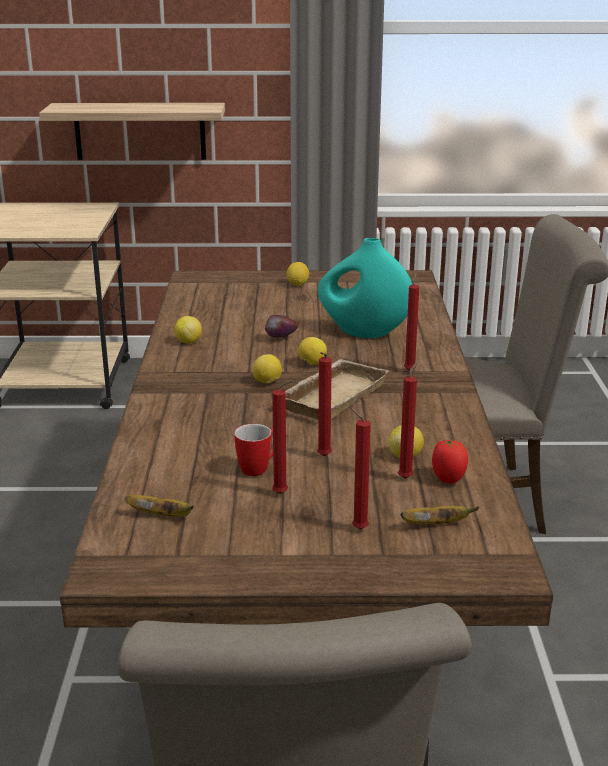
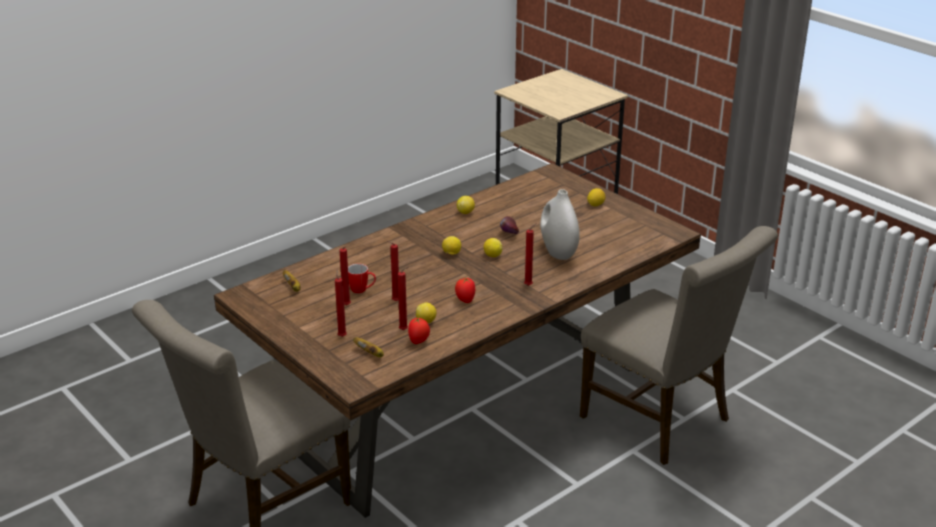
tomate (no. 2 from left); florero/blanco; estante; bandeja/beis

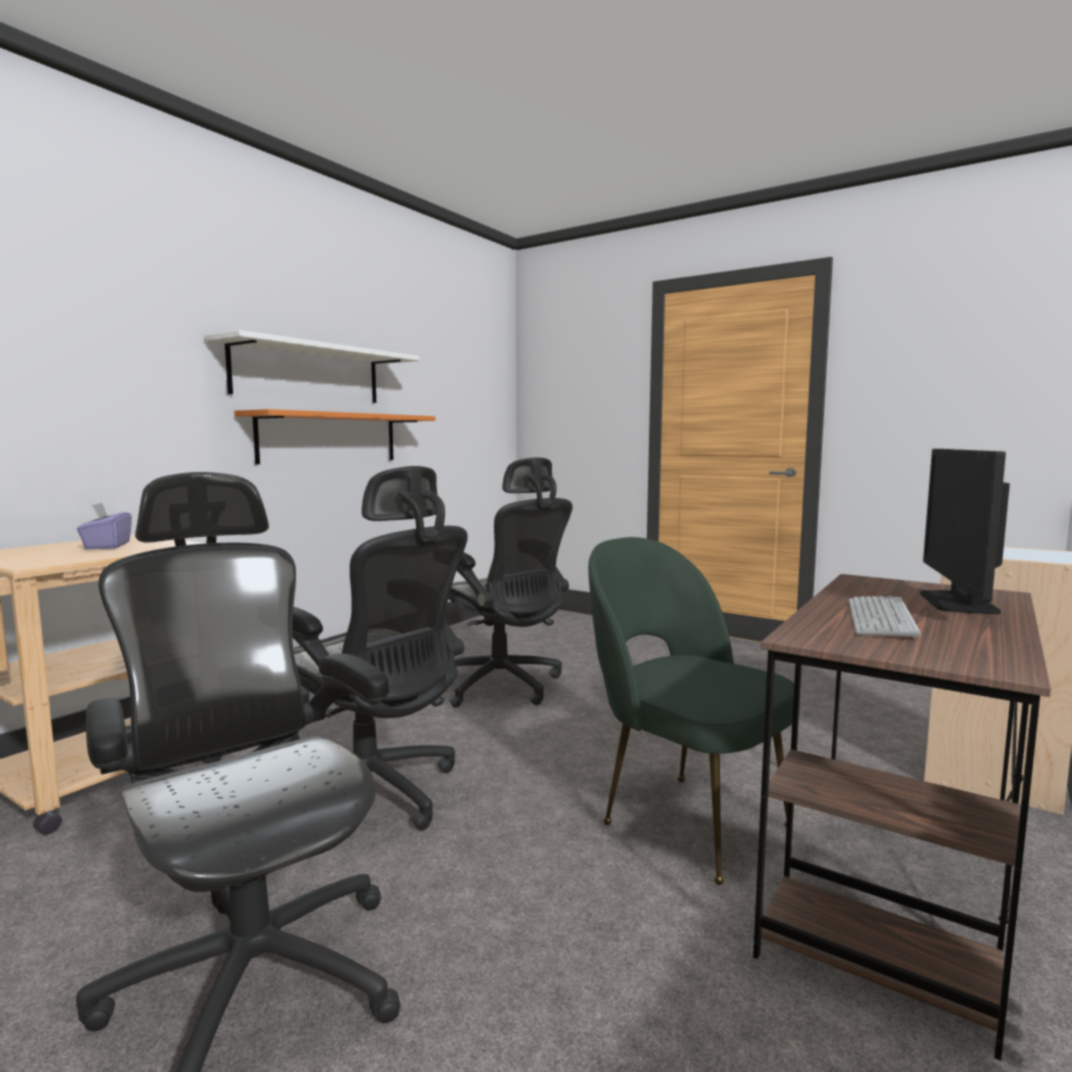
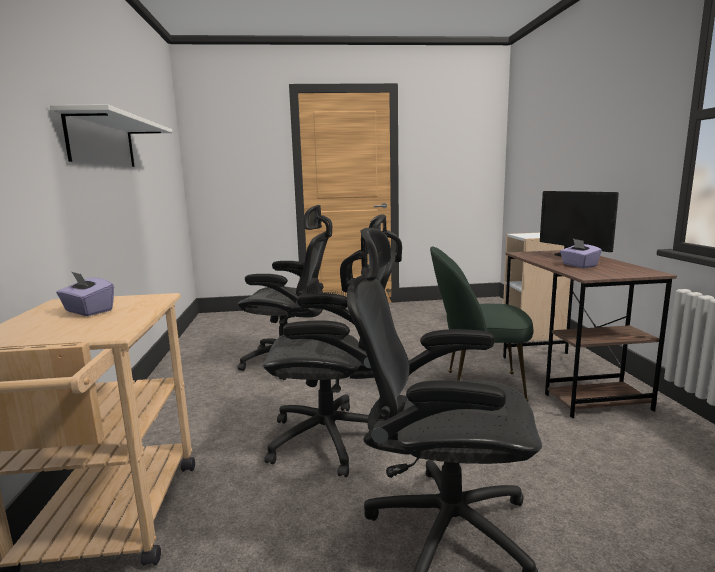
caja de pañuelos/morado (no. 2 from left); estante/naranja

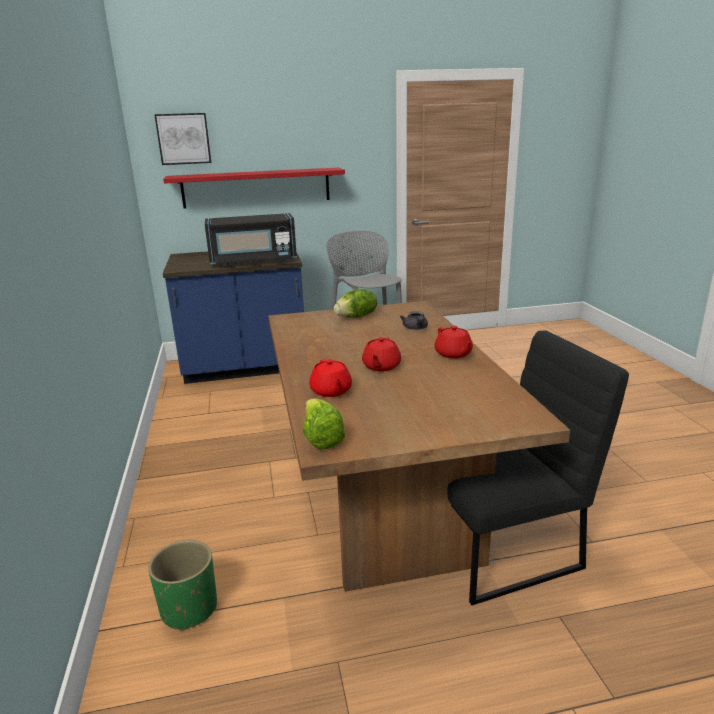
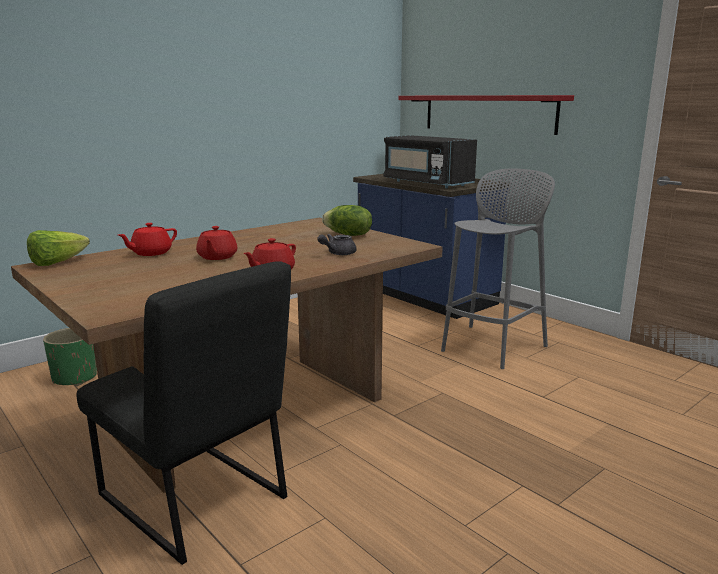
tetera/rojo (no. 2 from left); cuadro

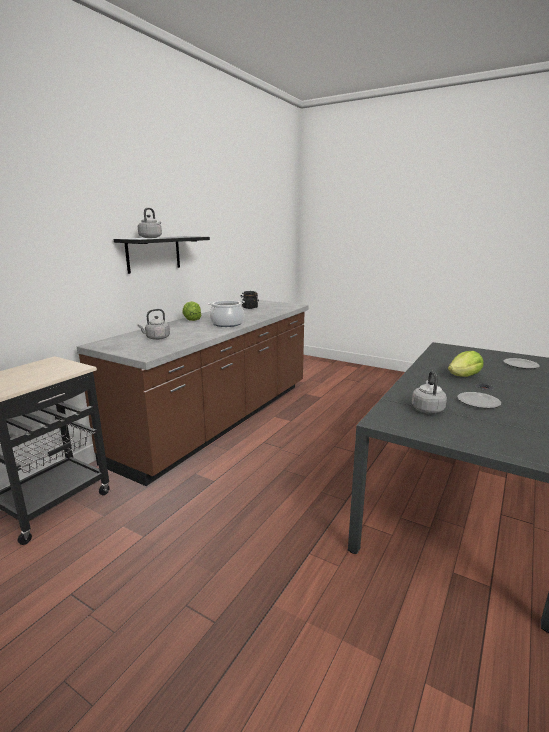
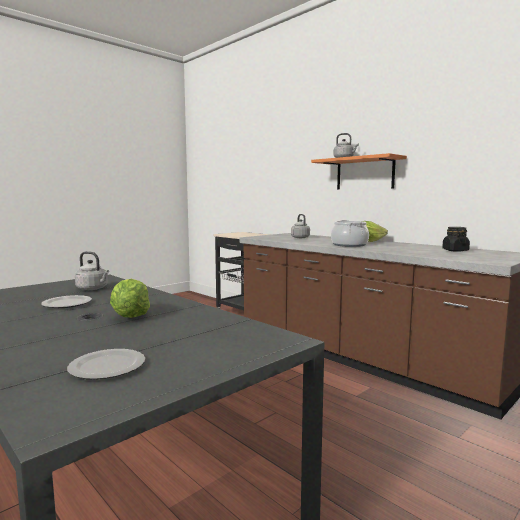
estante/naranja

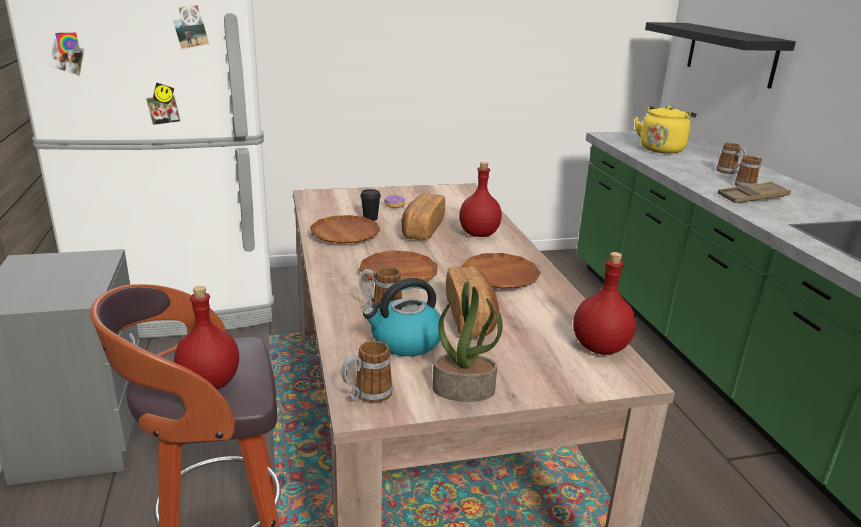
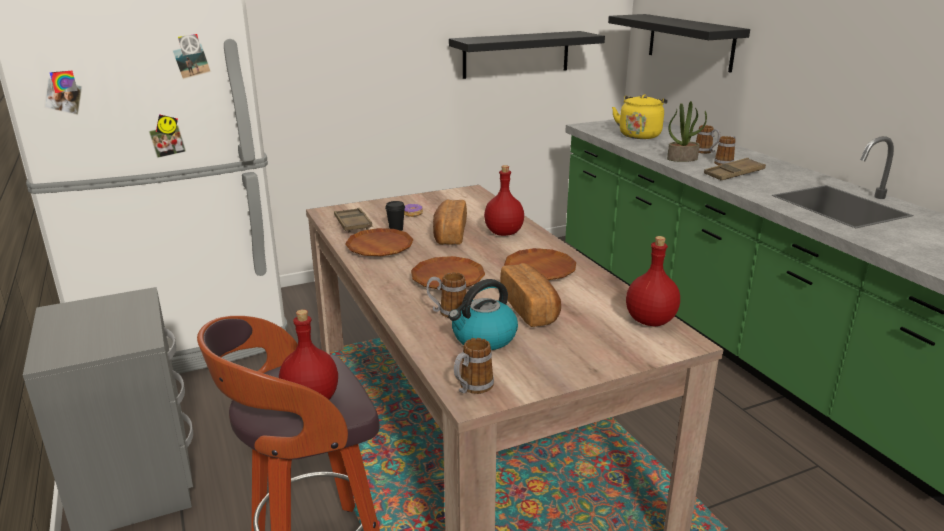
bandeja/marrón (no. 1 from left); estante/negro (no. 1 from left); planta en maceta

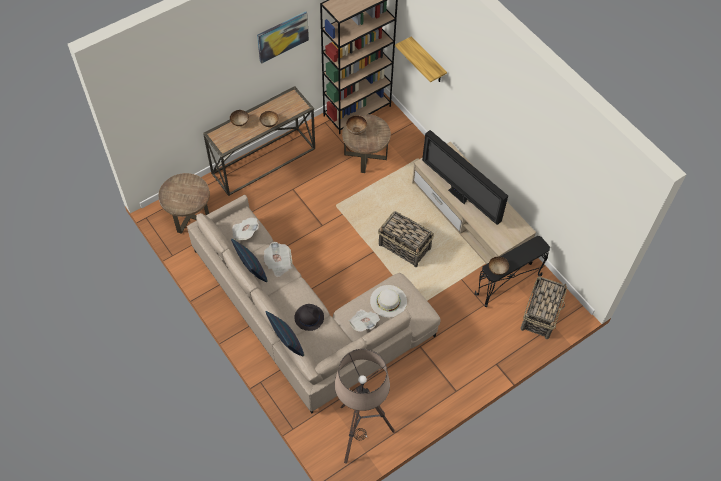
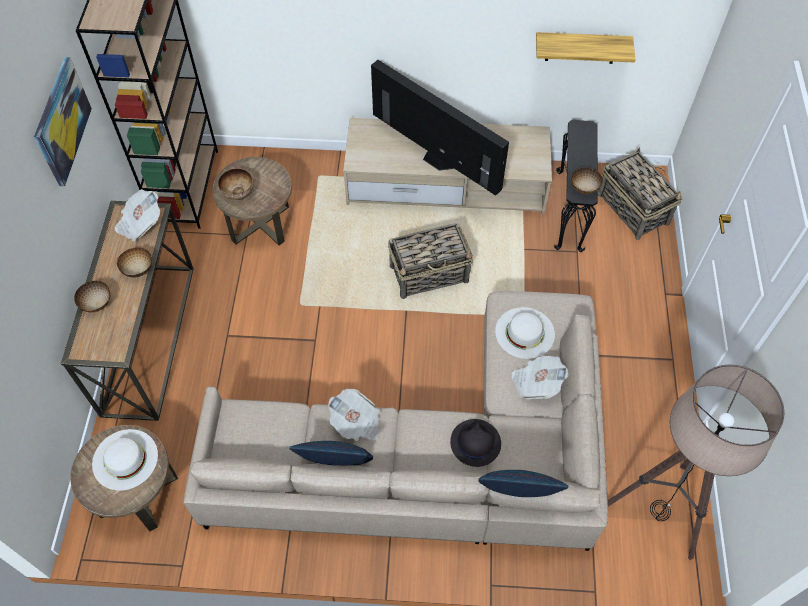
sombrero/blanco (no. 1 from left); periódico (no. 1 from left); televisor; estante

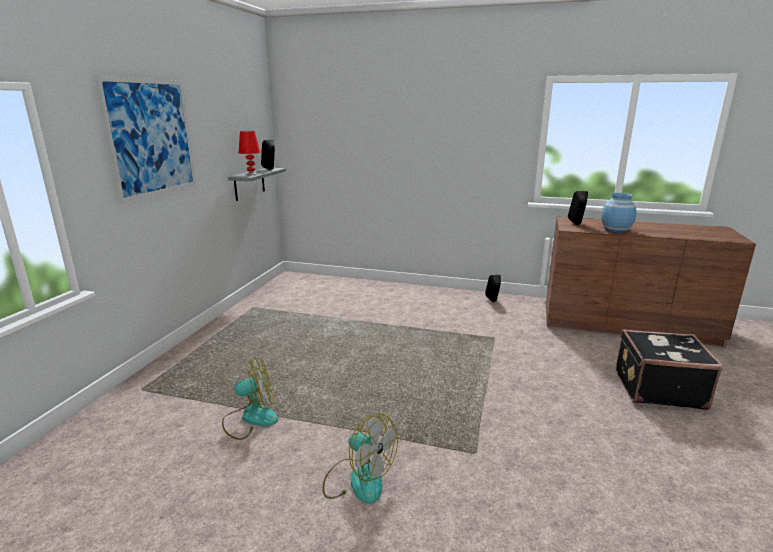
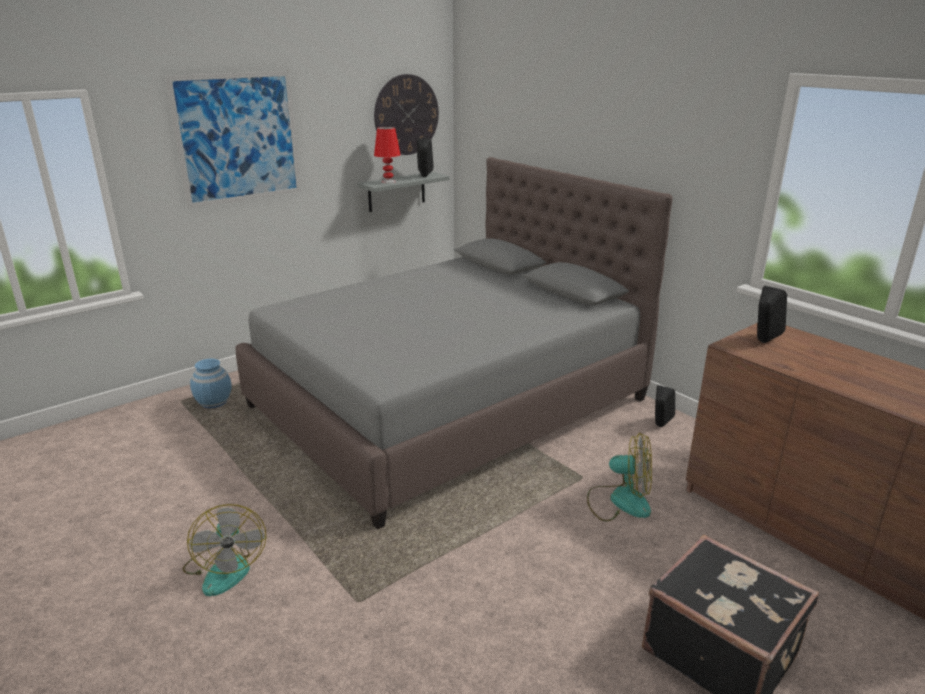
florero/azul; cama/gris; reloj de pared; ventilador (no. 2 from left)

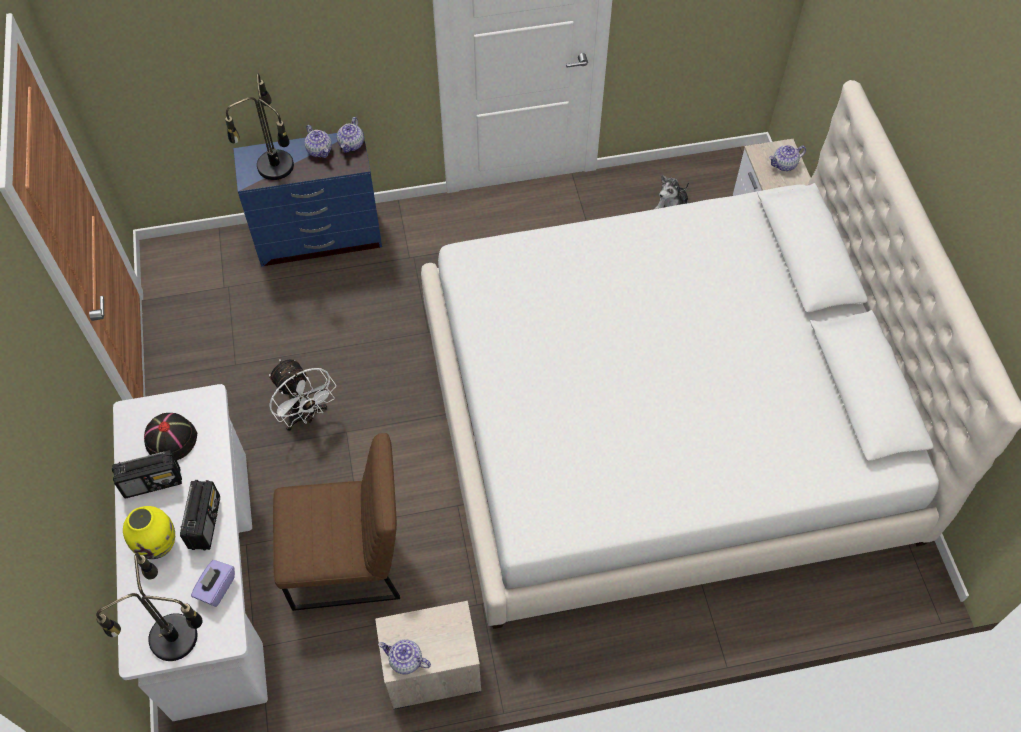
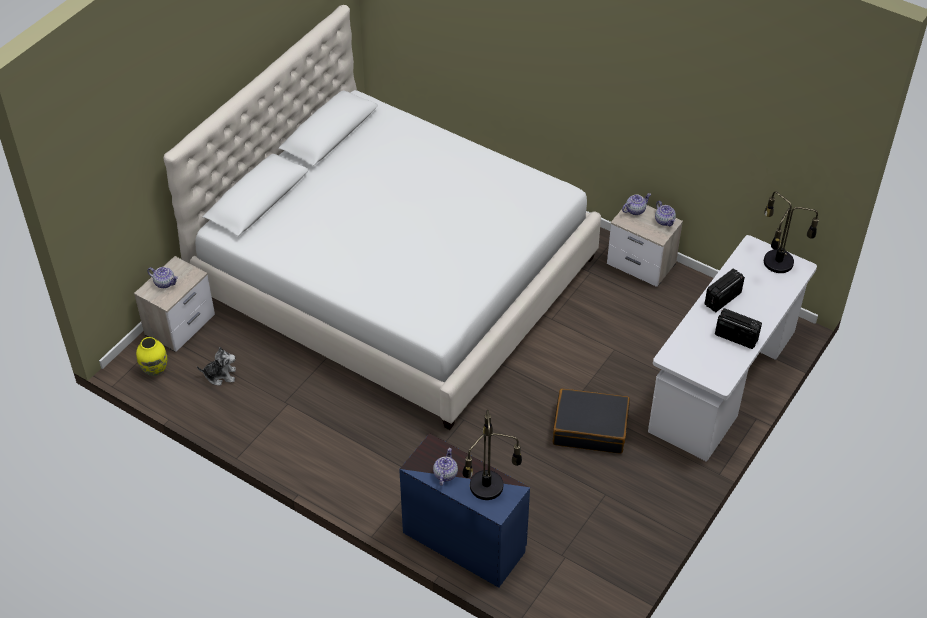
florero/amarillo; maleta/negro; tetera (no. 3 from left); sombrero/negro; caja de pañuelos/morado; silla/marrón

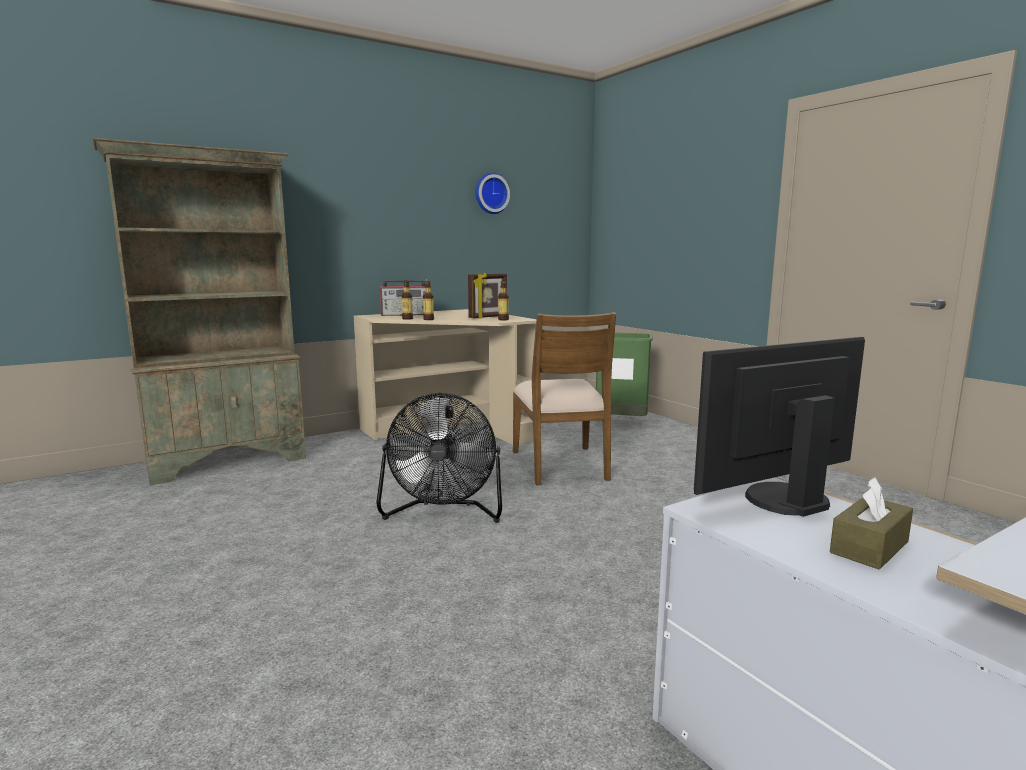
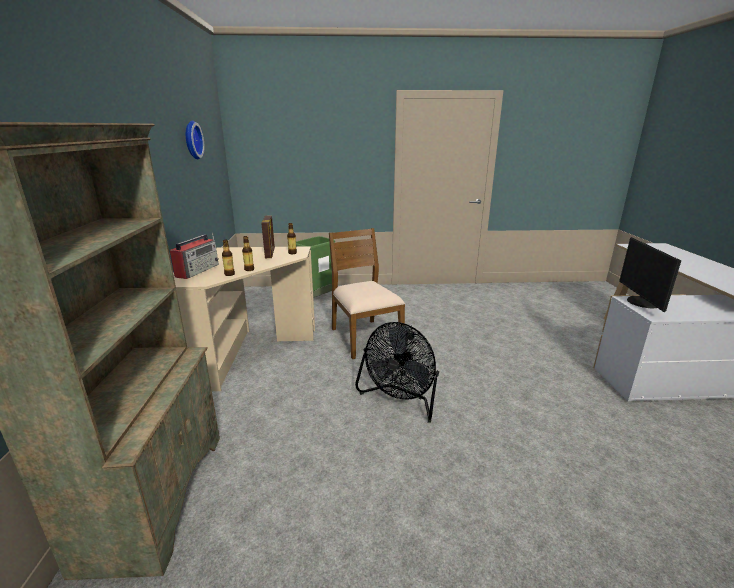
silla/marrón; ventilador/negro; caja de pañuelos/marrón

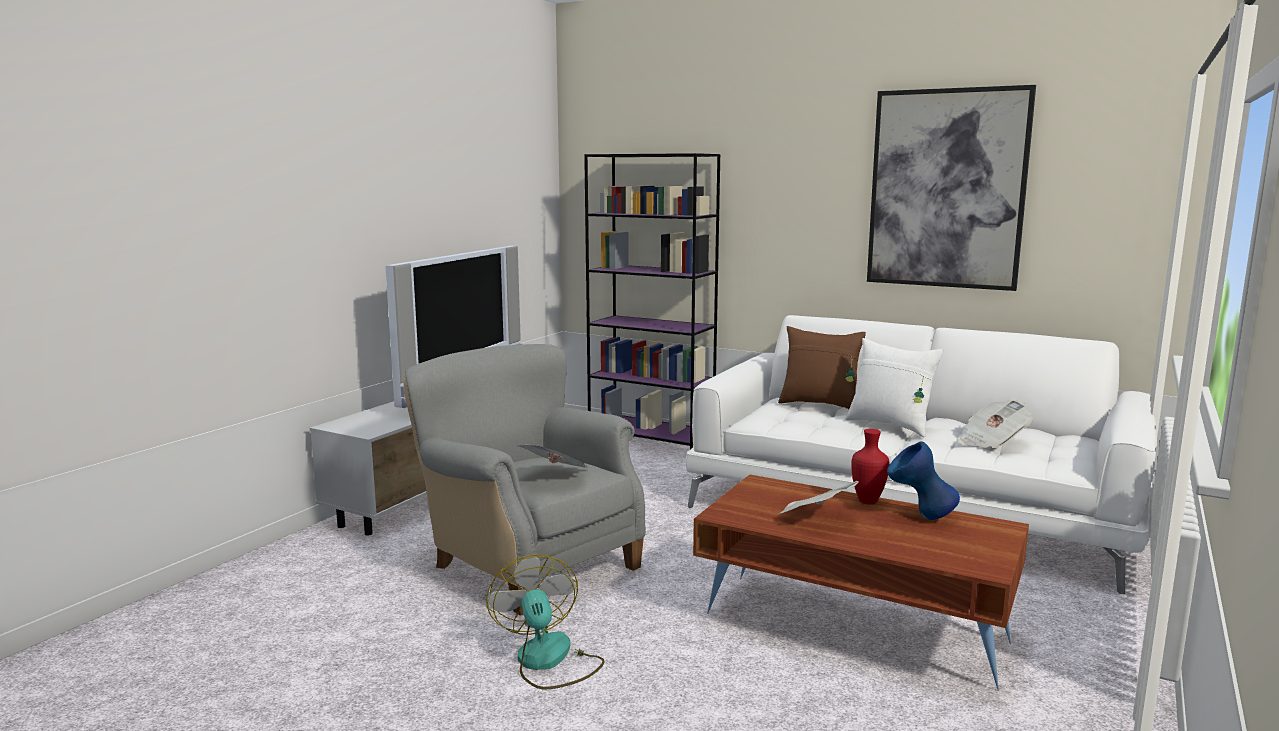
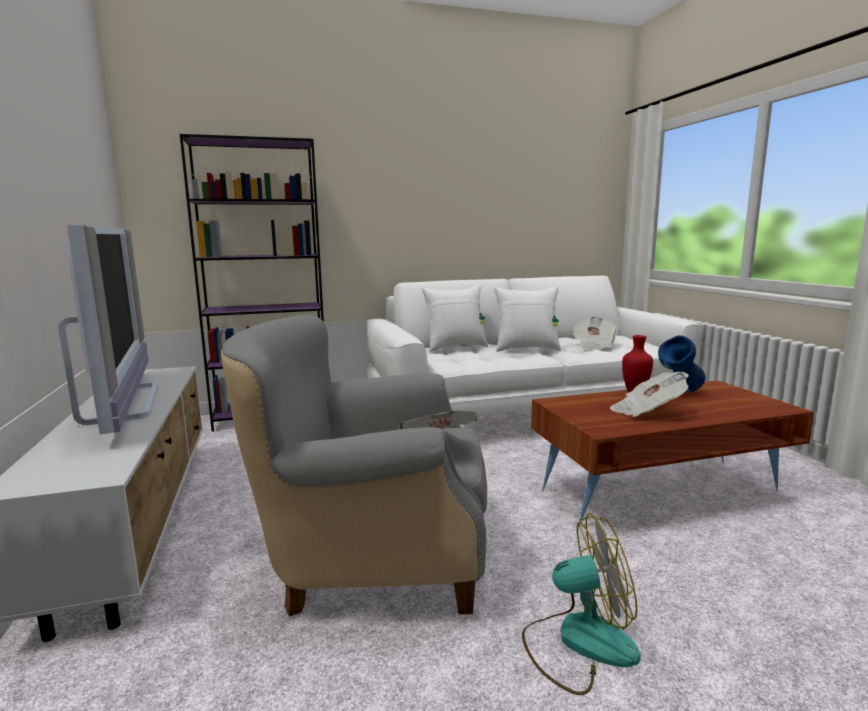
cojín/blanco (no. 1 from left); ventilador; cuadro

